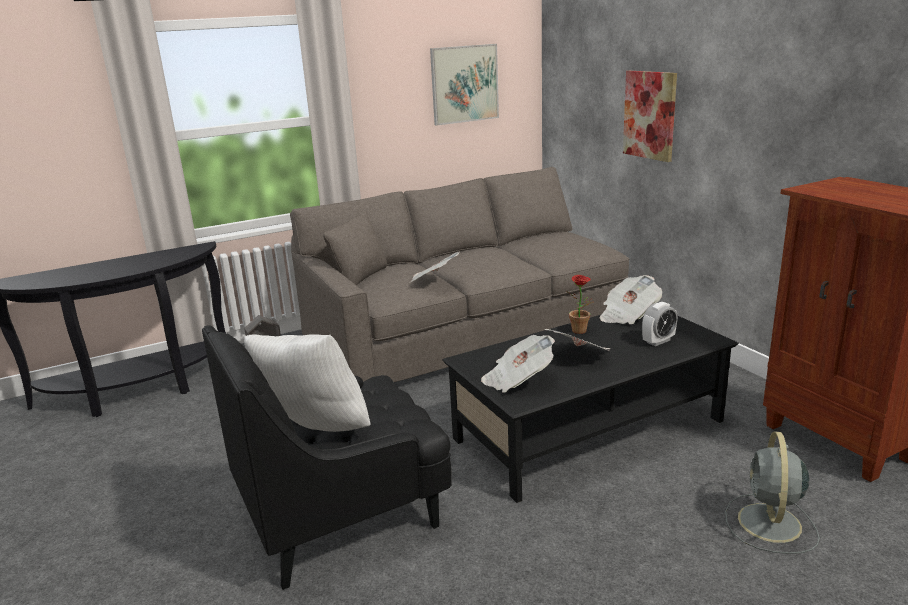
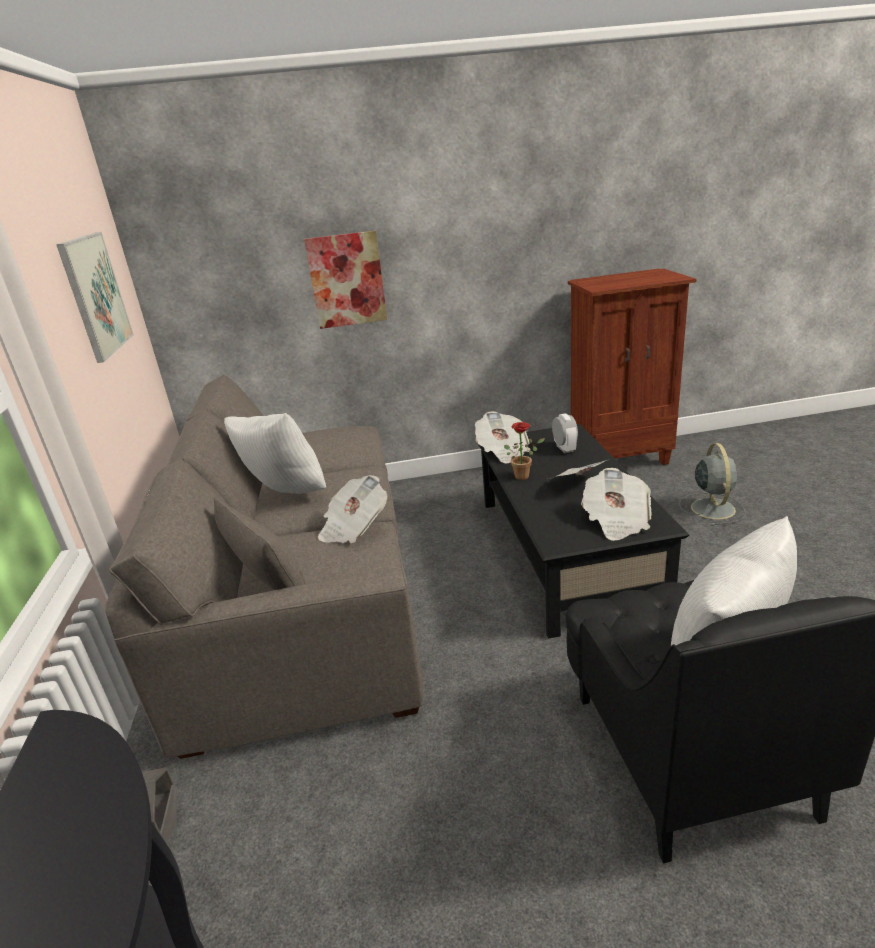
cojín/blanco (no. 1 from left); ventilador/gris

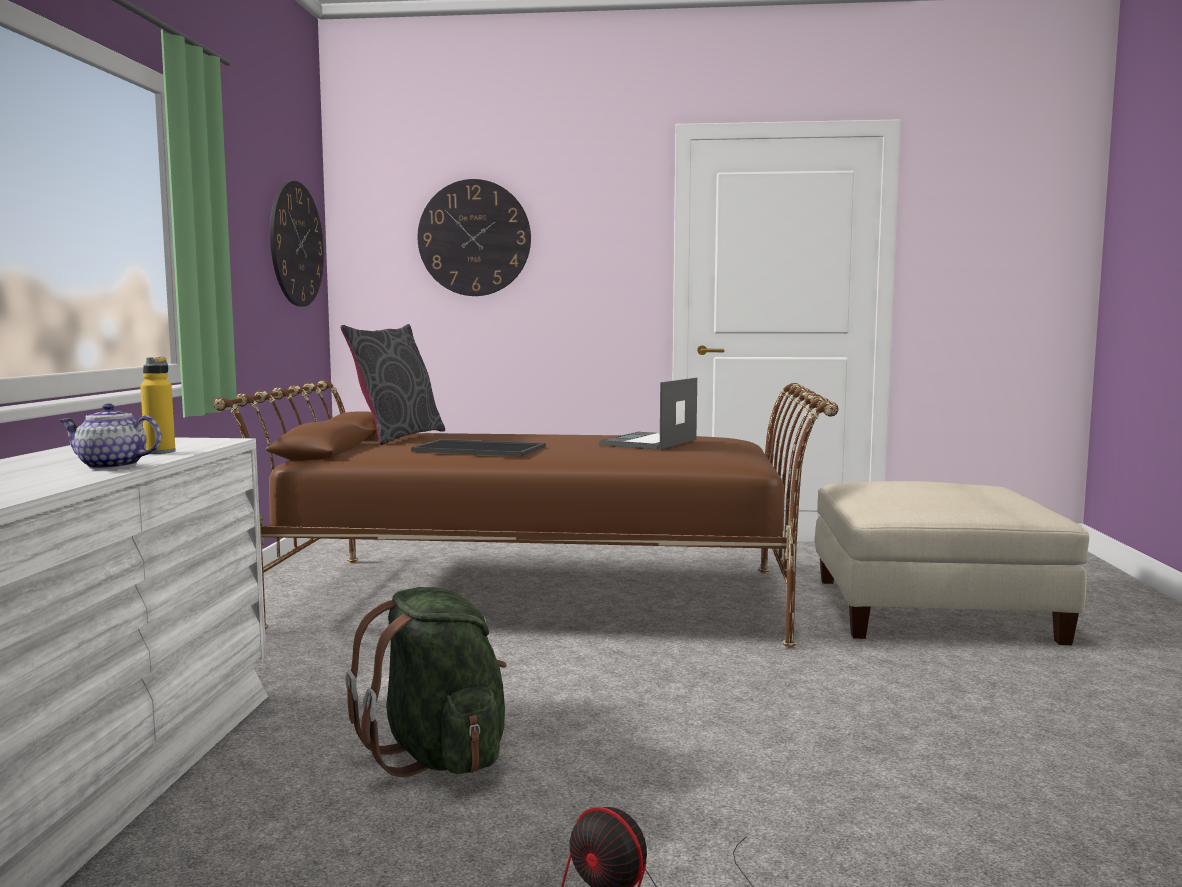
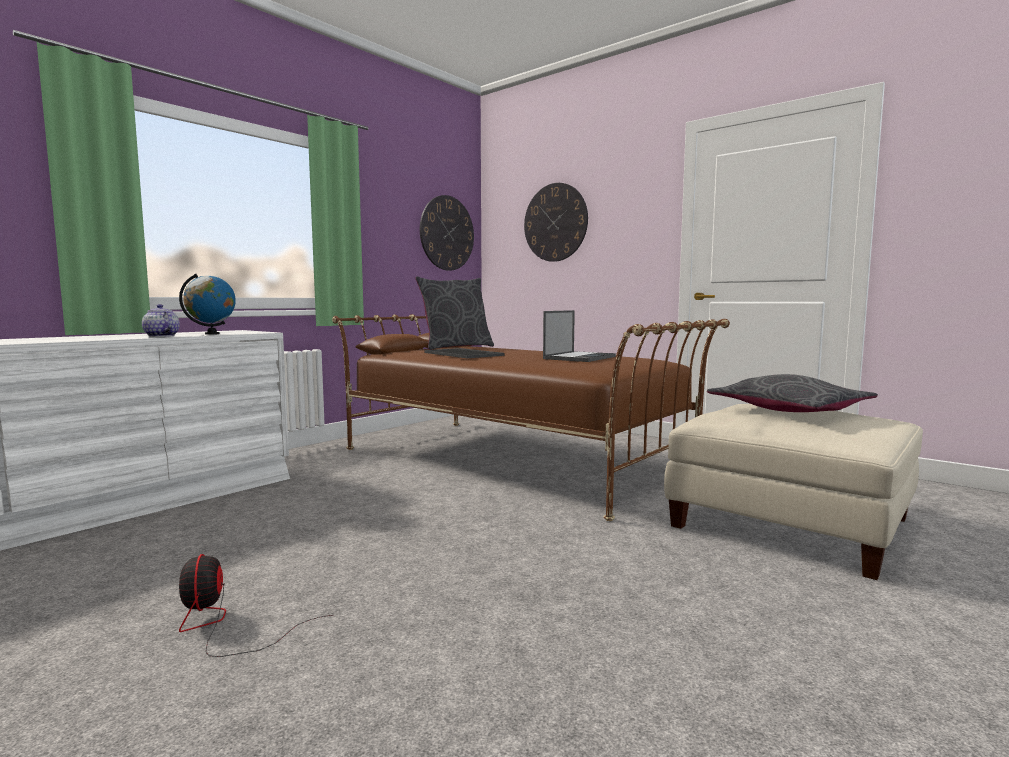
globo terráqueo; portátil; cojín/gris (no. 2 from left); mochila/verde

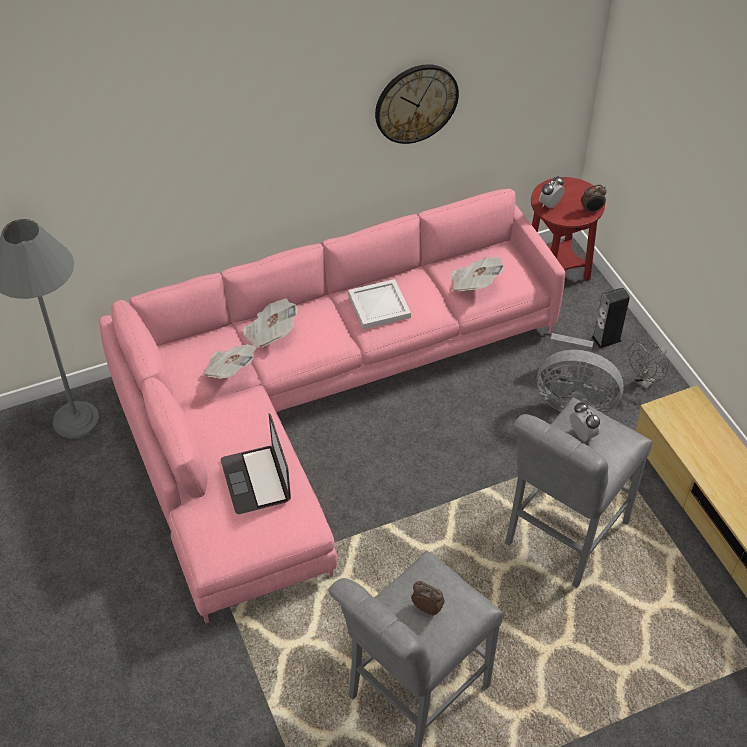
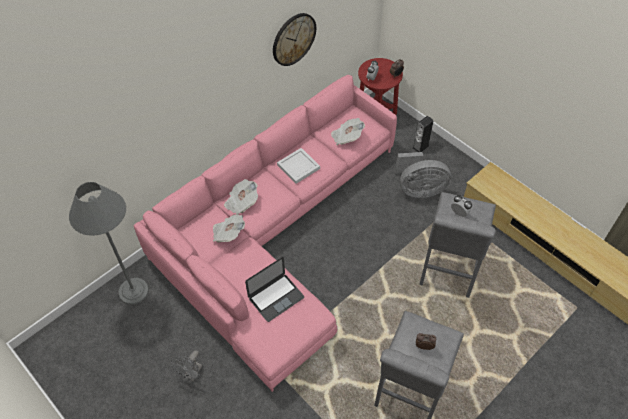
ventilador/gris (no. 1 from left); portátil

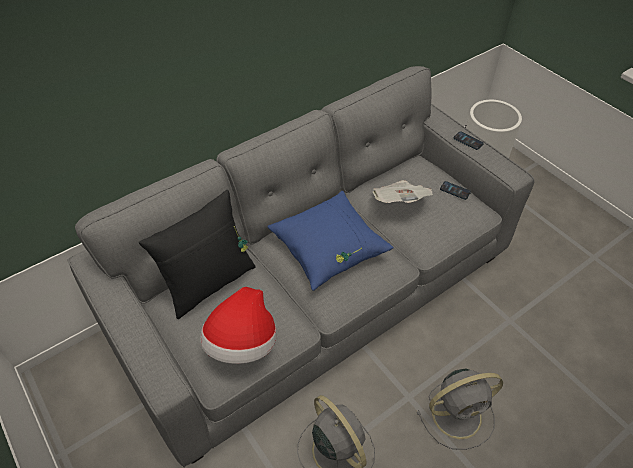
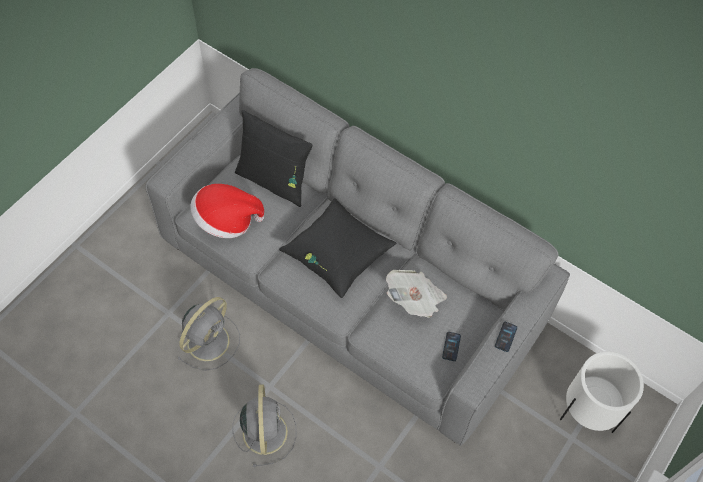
ventilador/gris (no. 2 from left); cojín/negro (no. 2 from left)

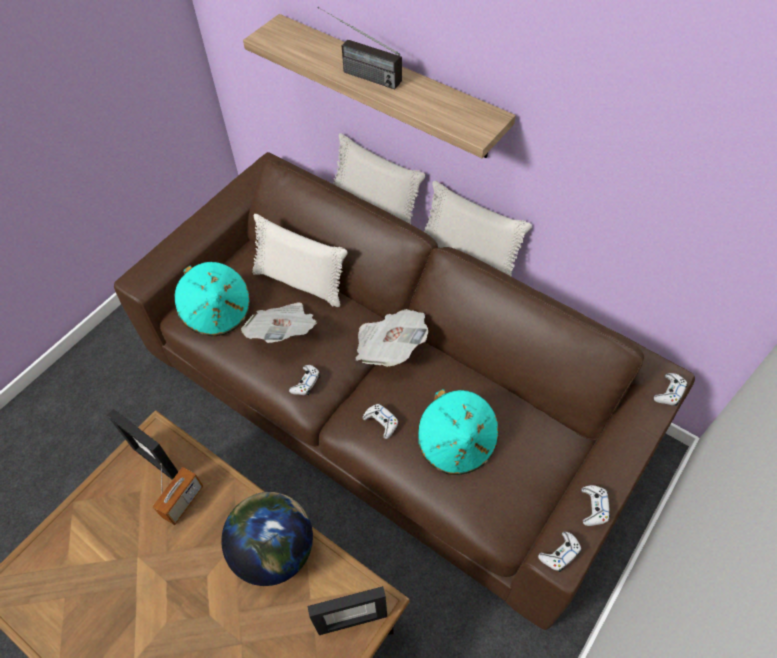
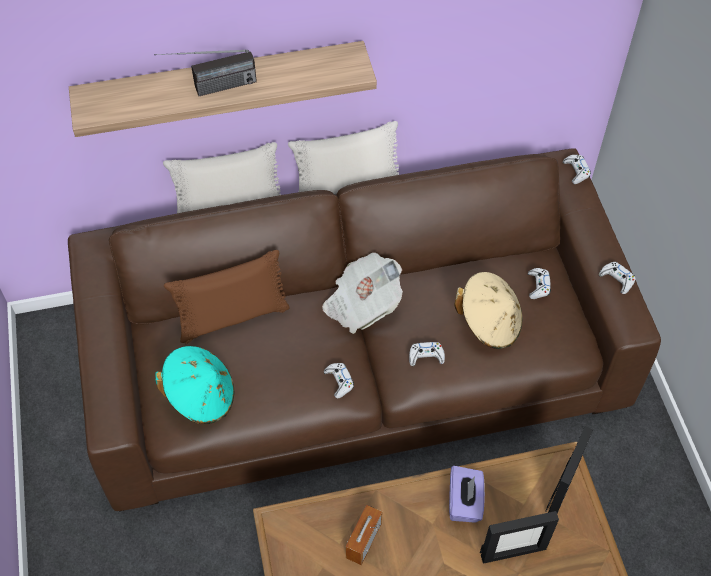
cojín/marrón; radio (no. 2 from left); caja de pañuelos/morado; sombrero/beis; portarretratos (no. 1 from left); mando de consola/blanco (no. 3 from left); periódico (no. 1 from left in the first image)

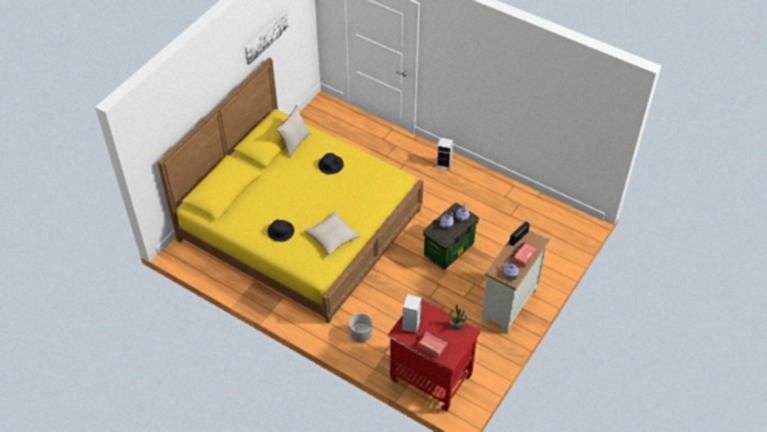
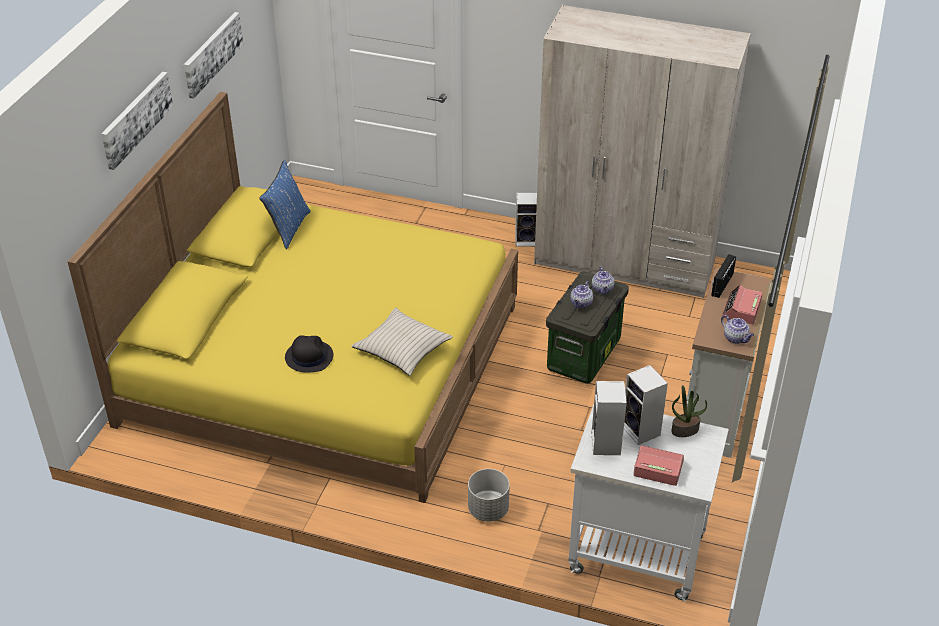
cuadro (no. 1 from left); cojín/azul; armario ropero/beis; carrito/blanco; altavoz (no. 3 from left); sombrero/negro (no. 2 from left in the first image)

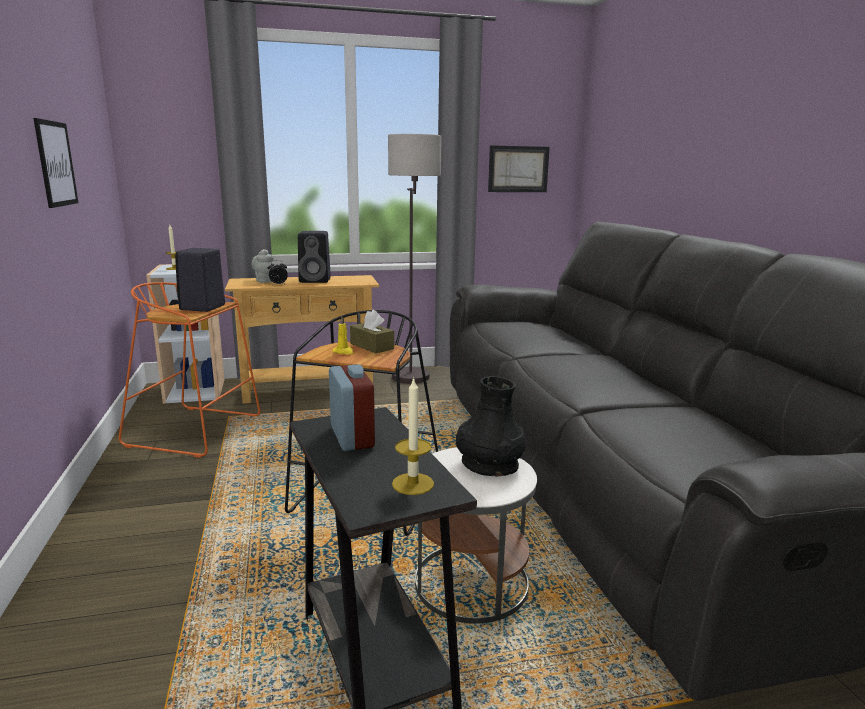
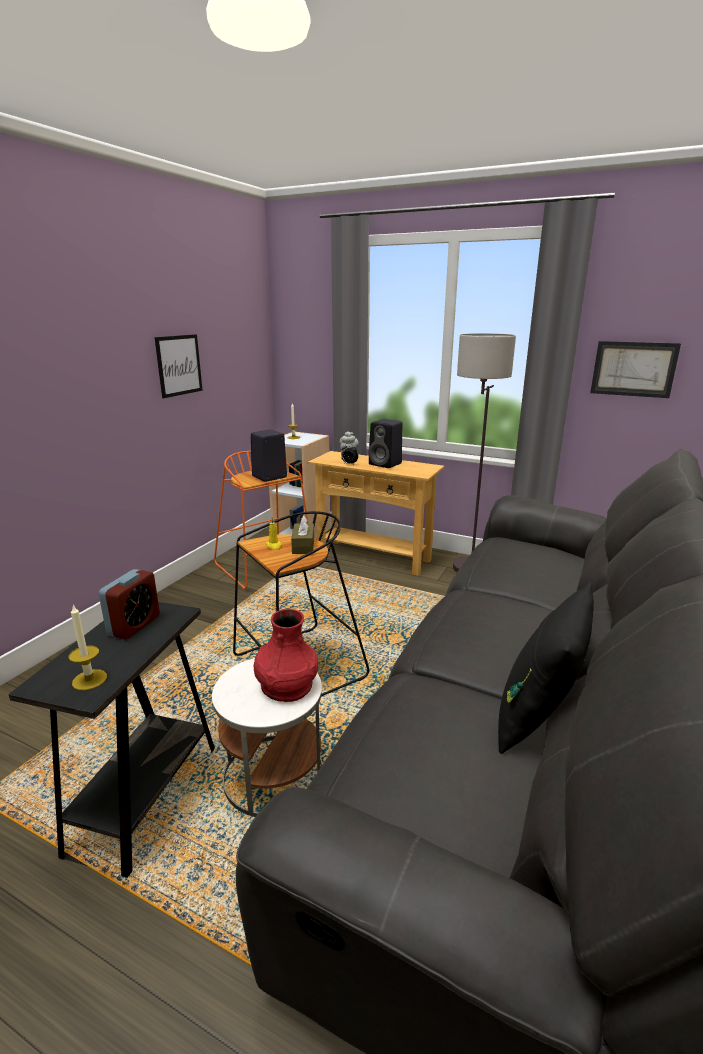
florero/rojo; cojín/negro

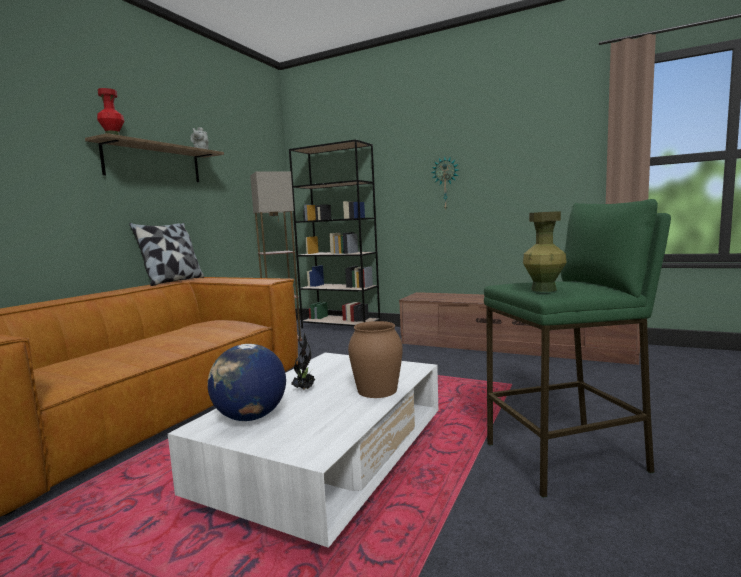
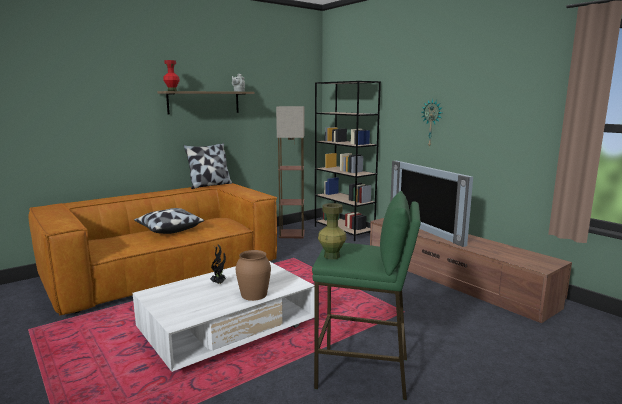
cojín (no. 1 from left); televisor; globo terráqueo

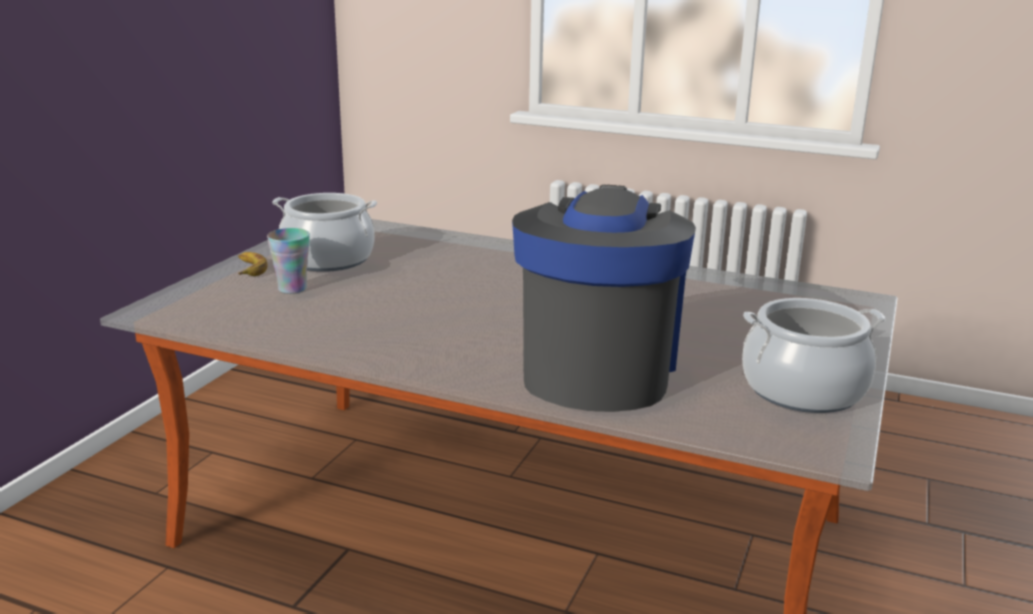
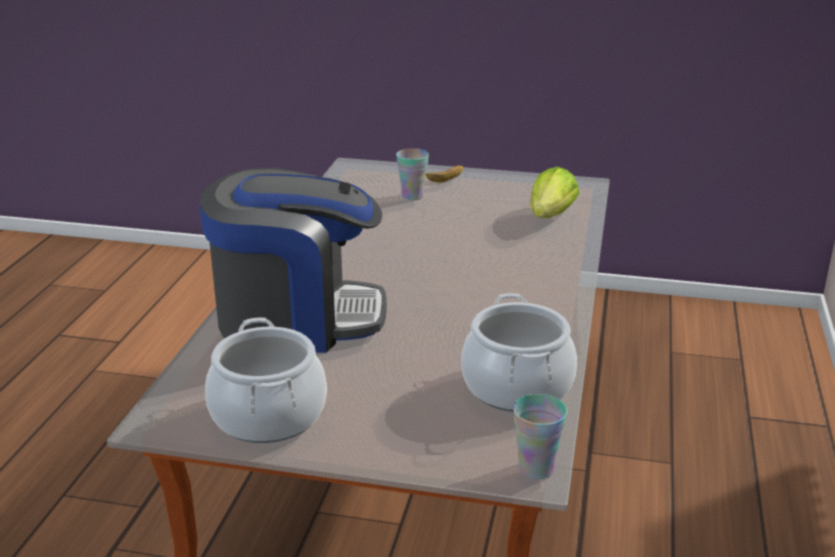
olla (no. 2 from left); taza (no. 2 from left); lechuga

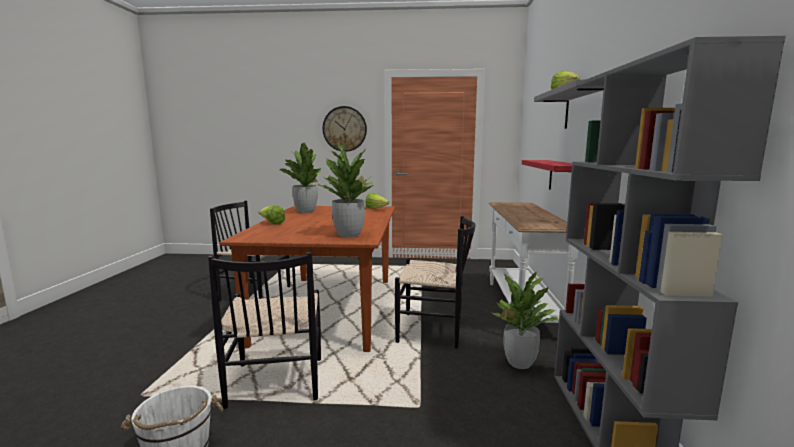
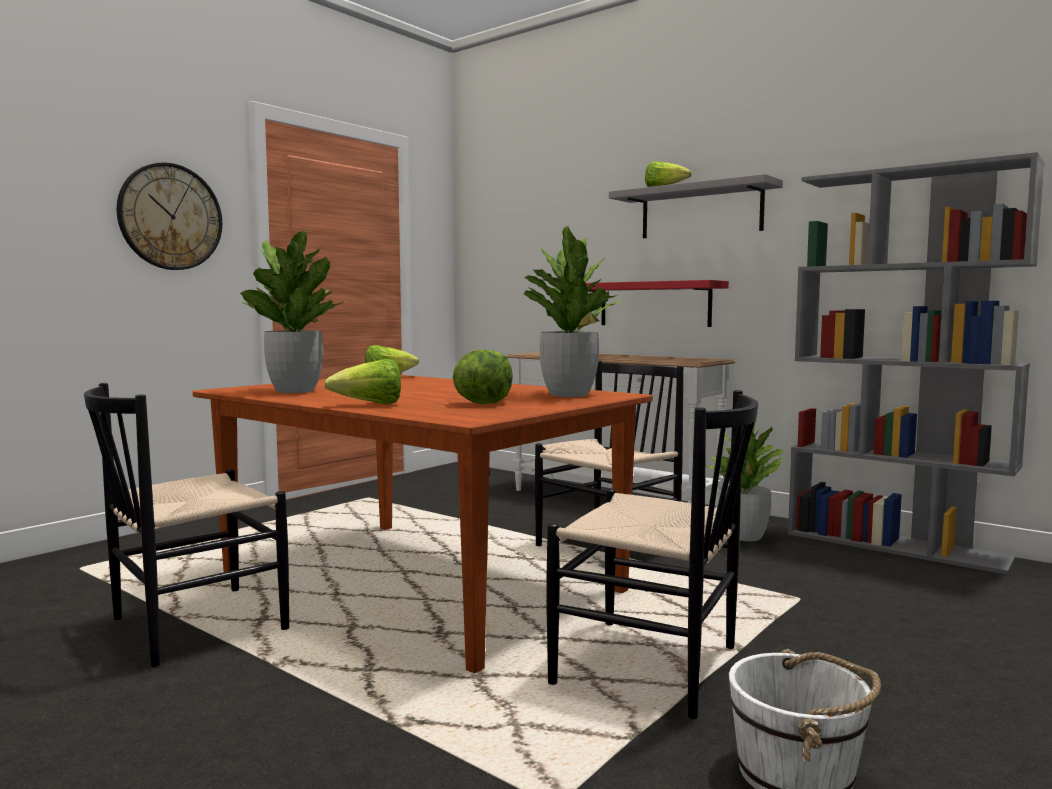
lechuga (no. 3 from left)

